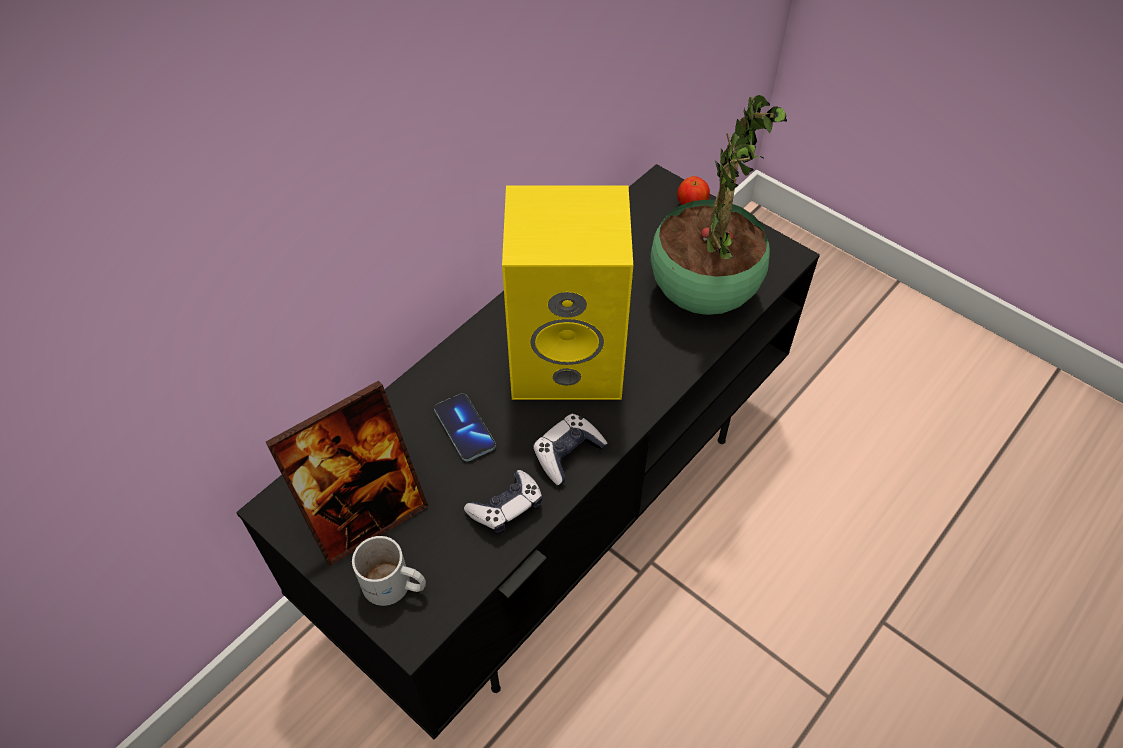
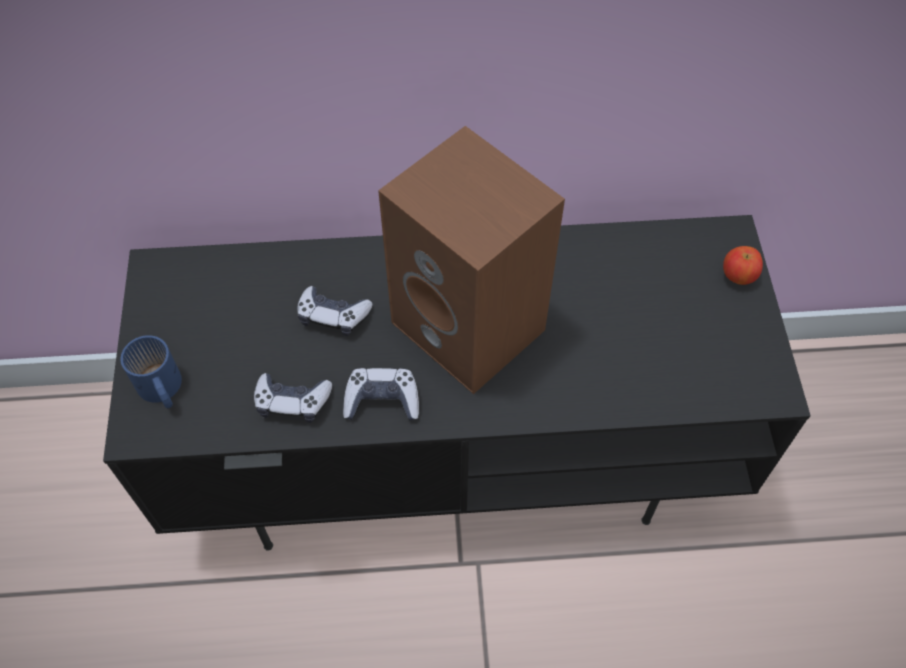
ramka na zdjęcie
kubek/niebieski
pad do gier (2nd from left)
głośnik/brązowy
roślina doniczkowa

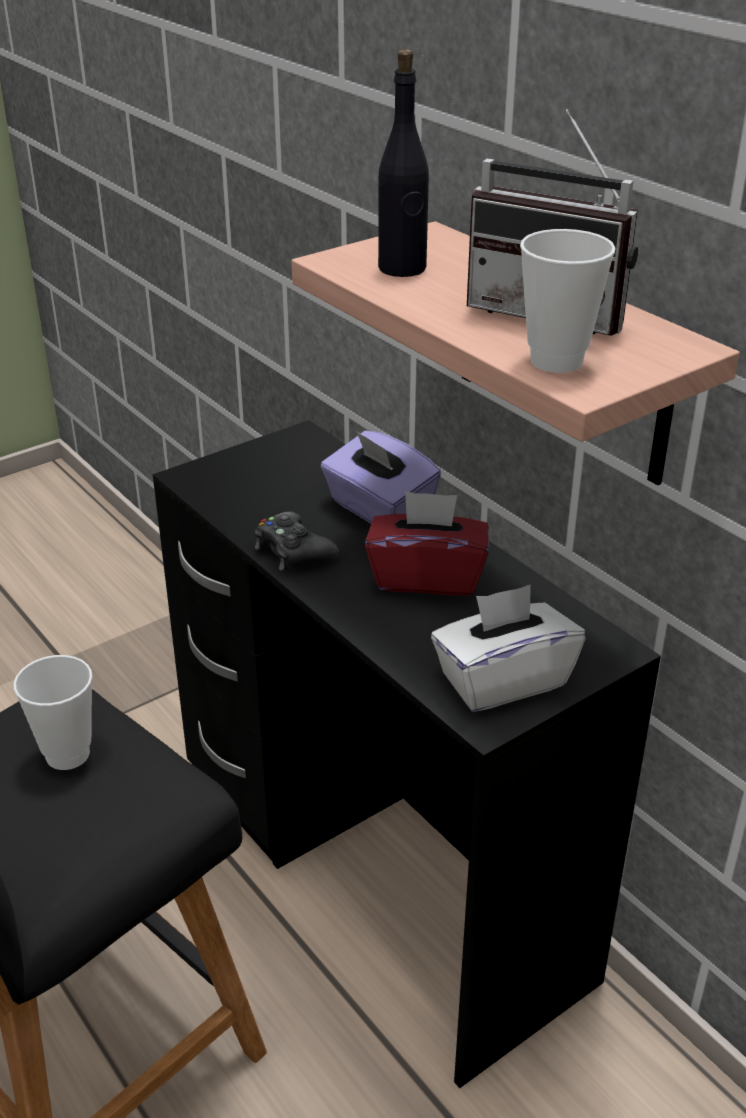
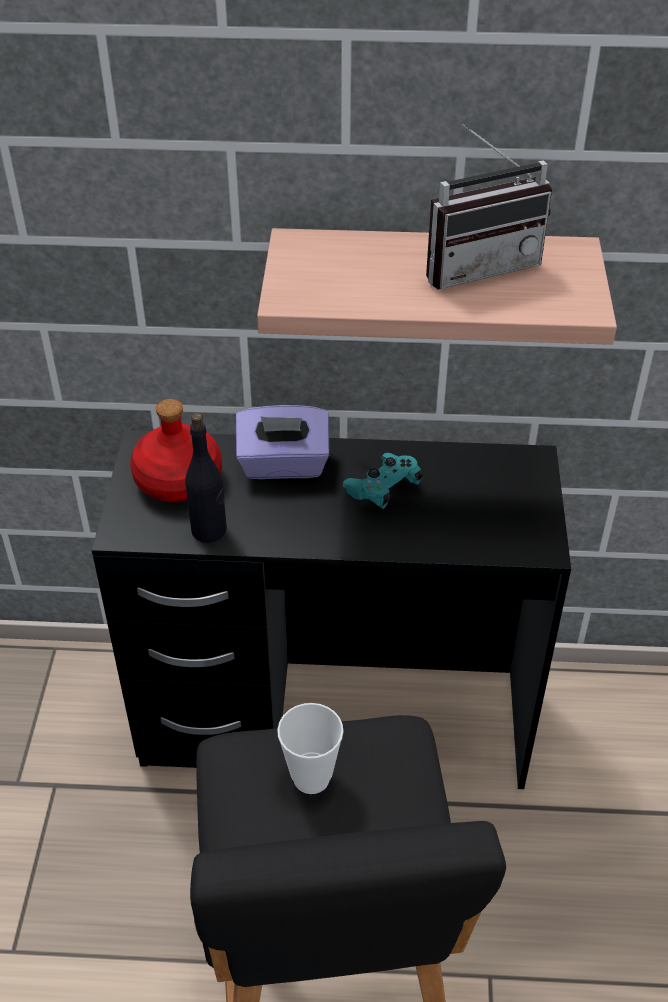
pad do gier/czarny
pad do gier/turkusowy
butelka/czarny
pudełko chusteczek/biały
filiżanka (2nd from left in the first image)
butelka/czerwony

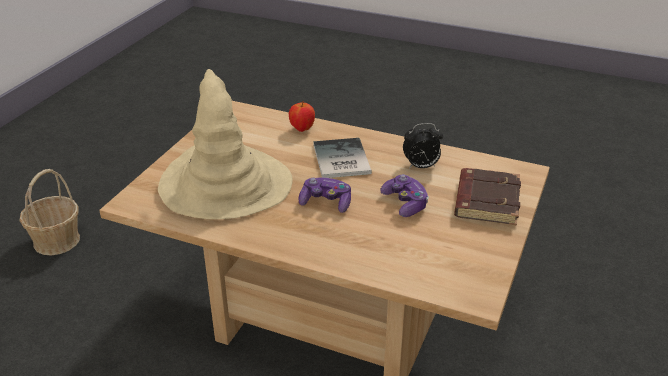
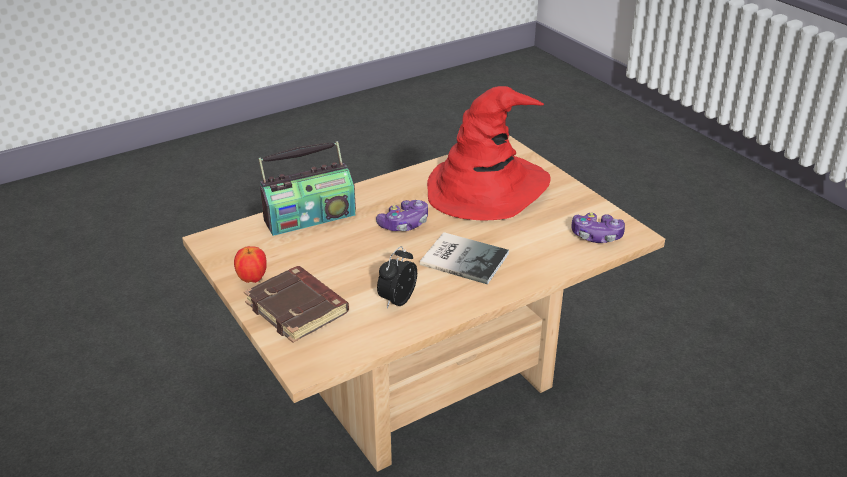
koszyk
kapelusz/czerwony
jabłko
pad do gier (2nd from left)
radio

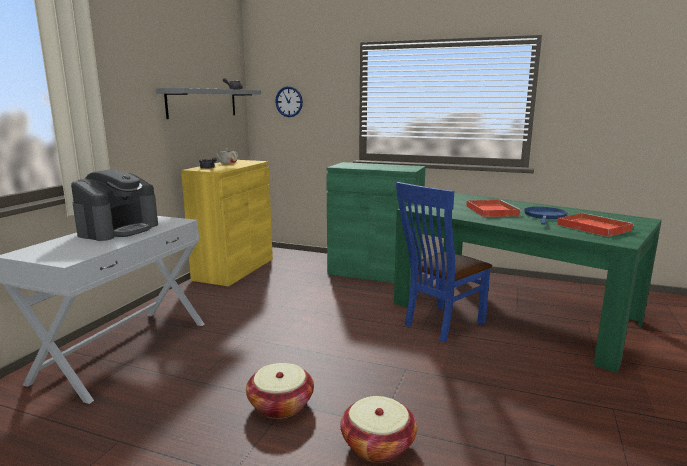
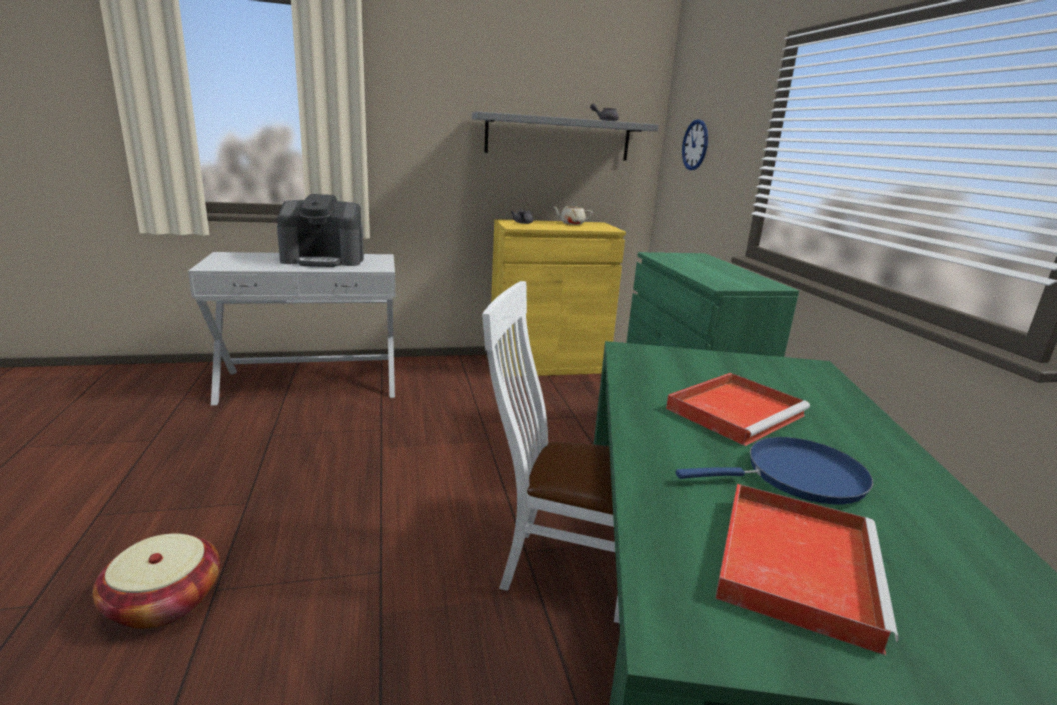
koszyk (1st from left in the first image)
krzesło/biały

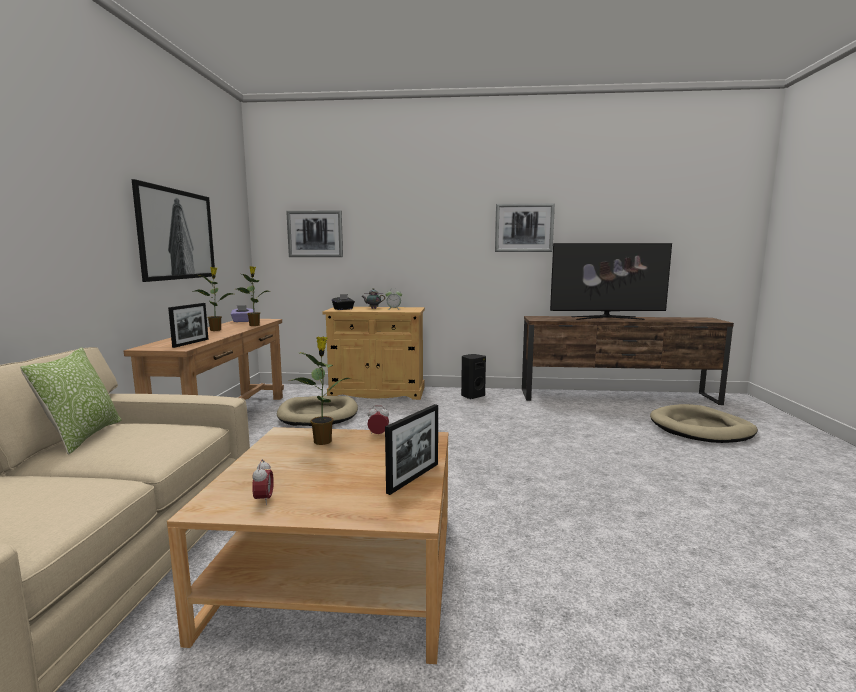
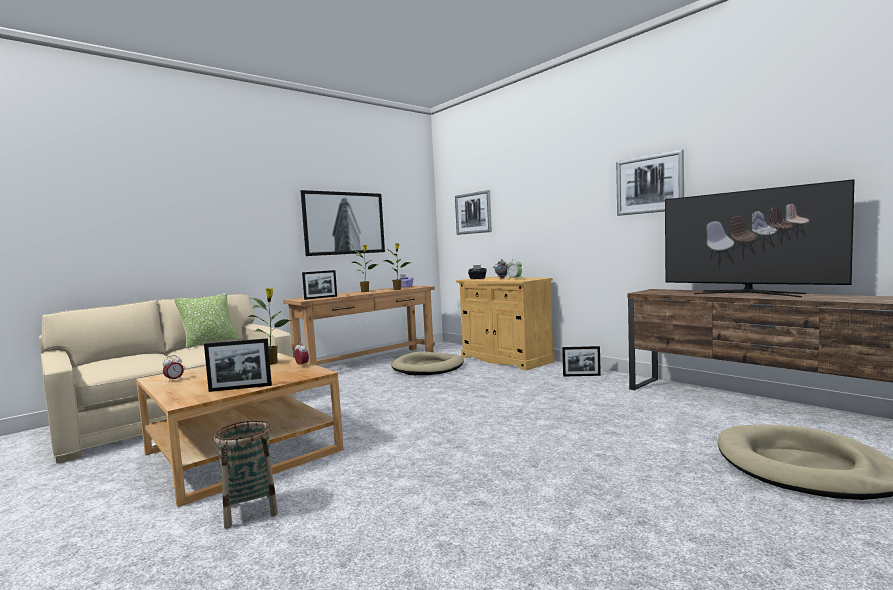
ramka na zdjęcie (3rd from left)
koszyk

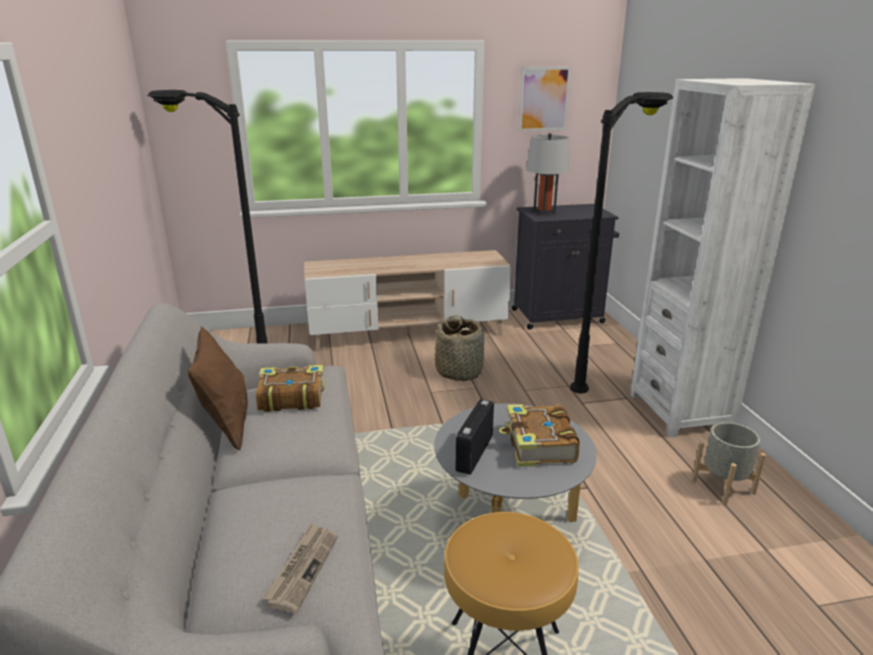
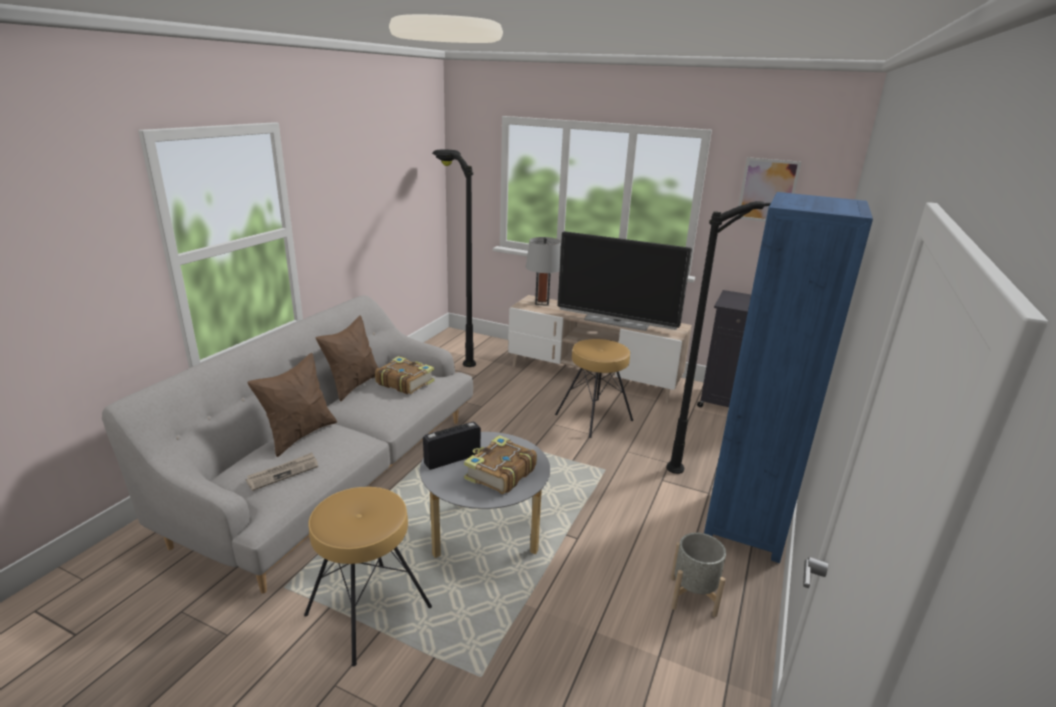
stołek/brązowy (2nd from left)
lampa stołowa/szary
regał/niebieski
poduszka/brązowy (1st from left)
telewizor

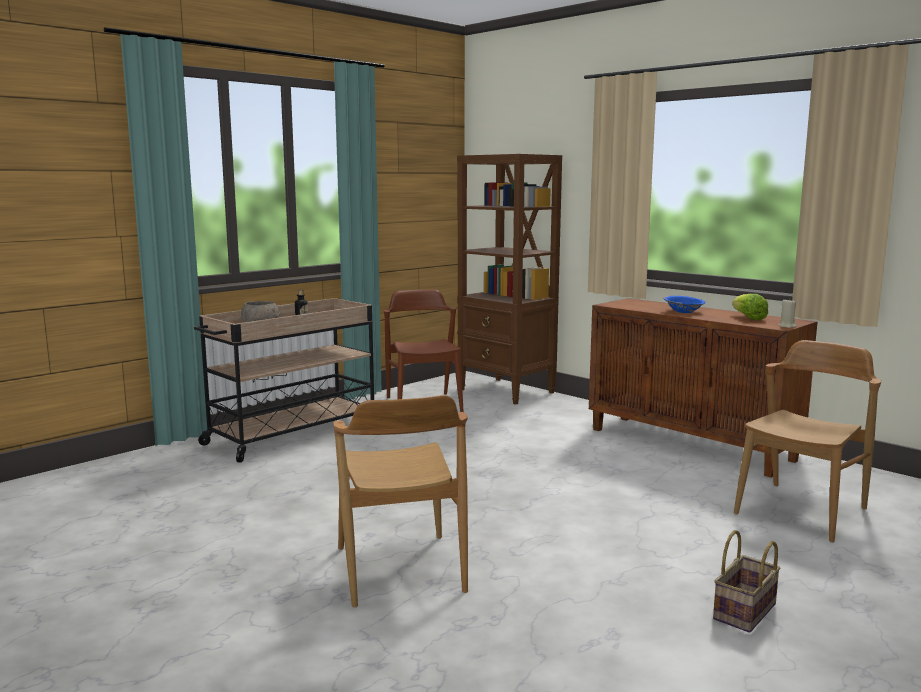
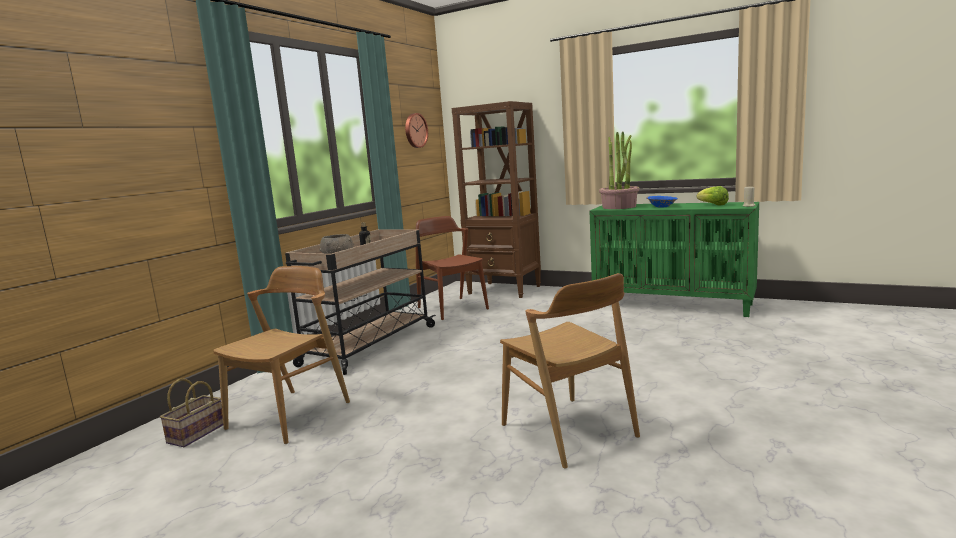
szafka/zielony
koszyk
krzesło/brązowy (1st from left)
zegar ścienny
roślina doniczkowa

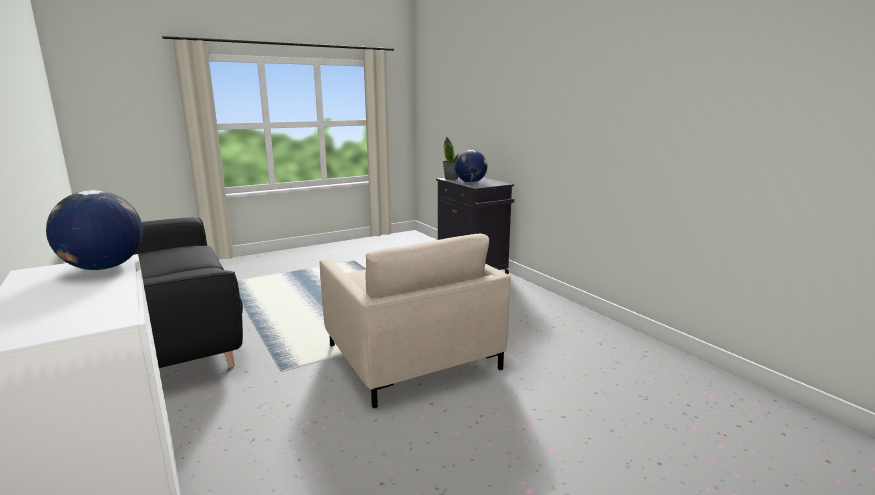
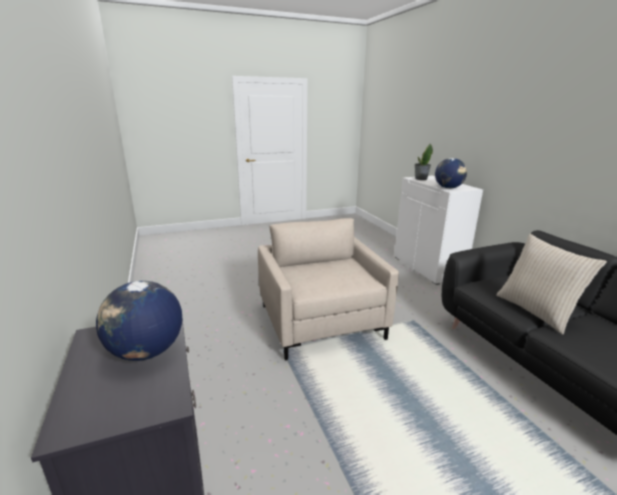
roślina doniczkowa
poduszka/beżowy

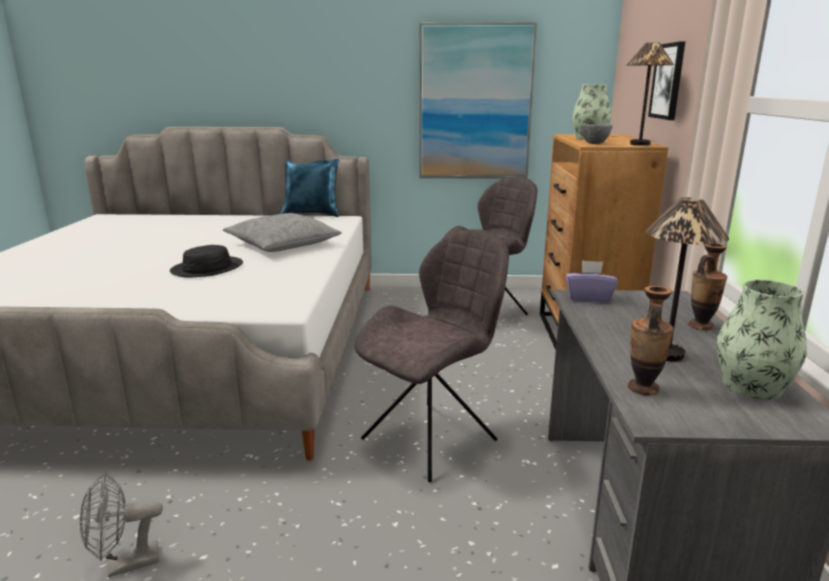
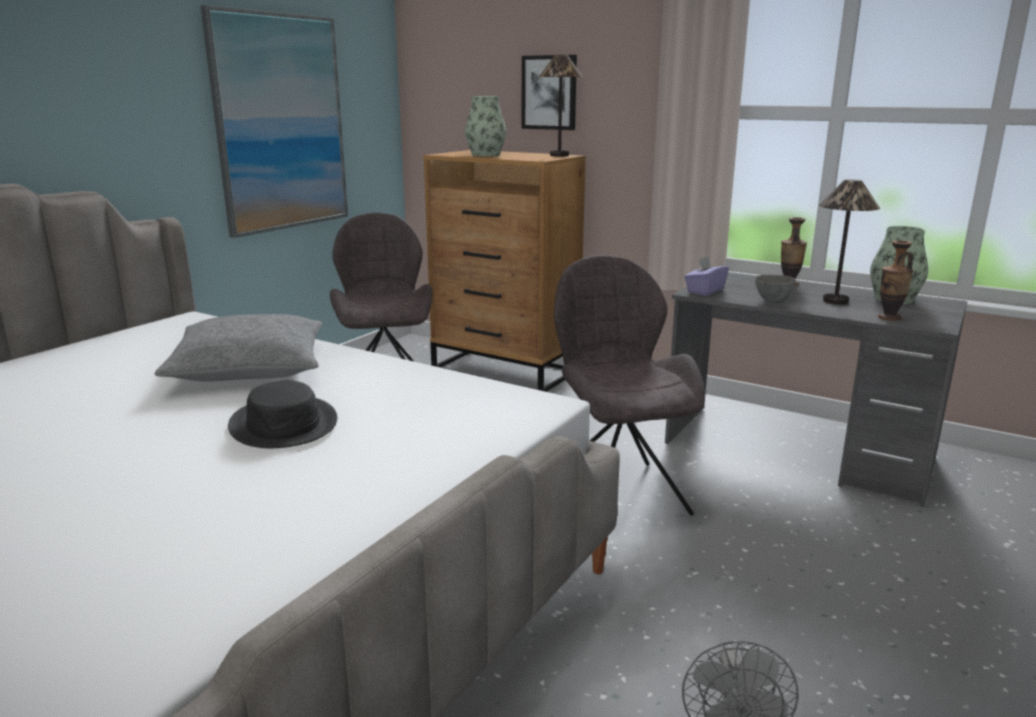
poduszka/niebieski
miska/szary

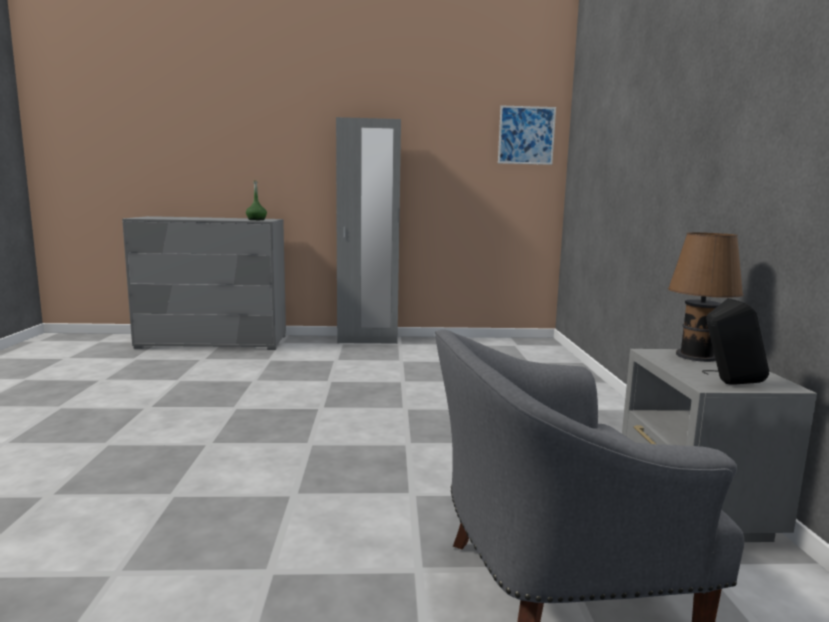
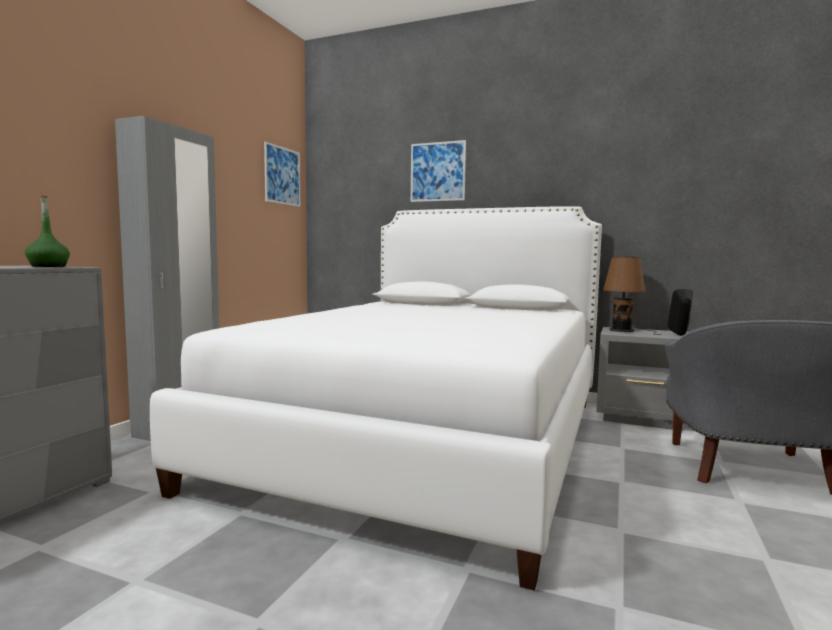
łóżko/biały
obraz (2nd from left)

